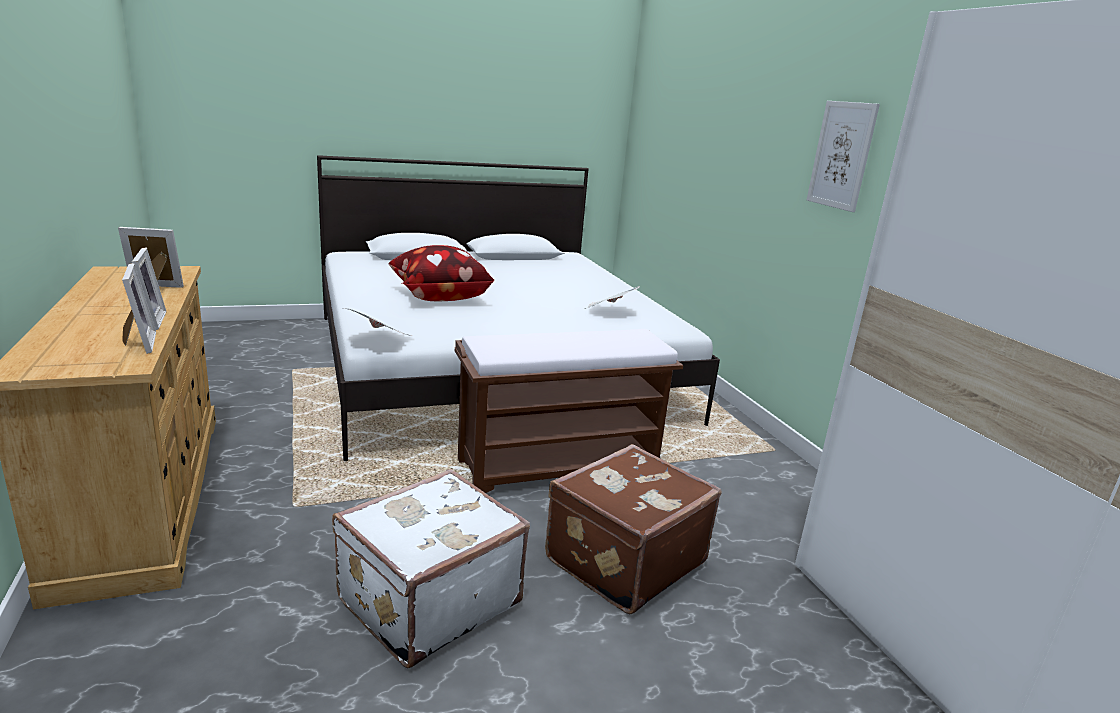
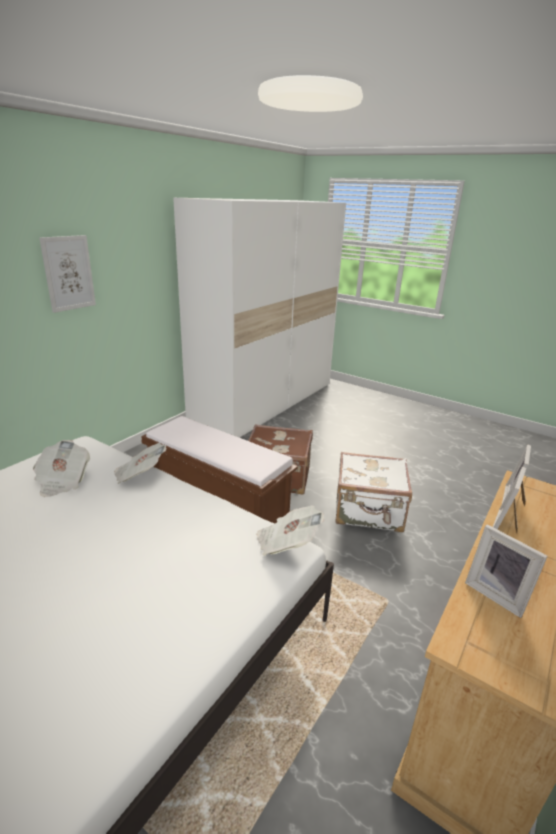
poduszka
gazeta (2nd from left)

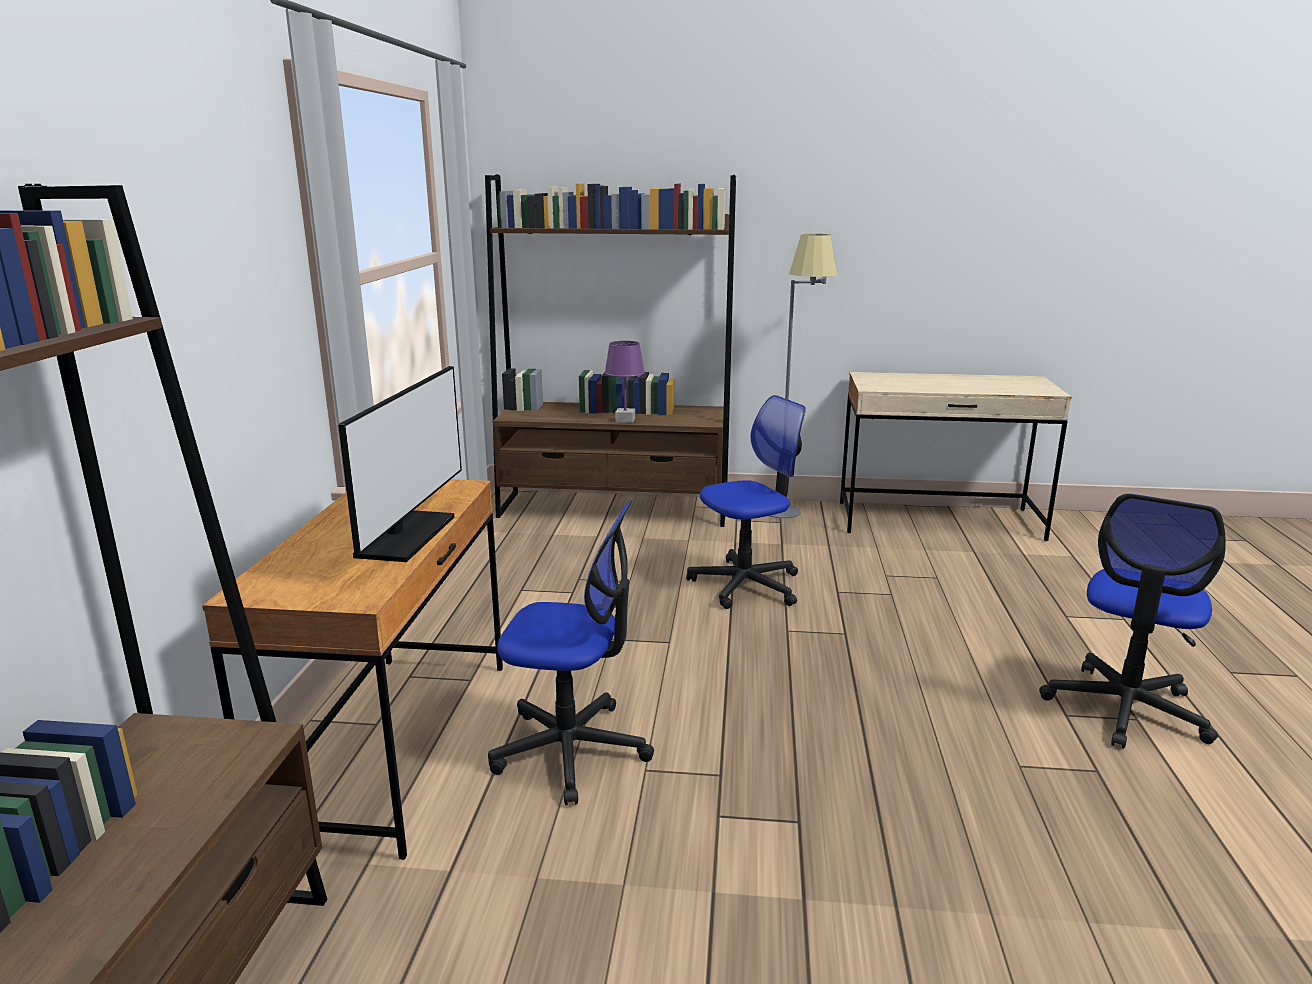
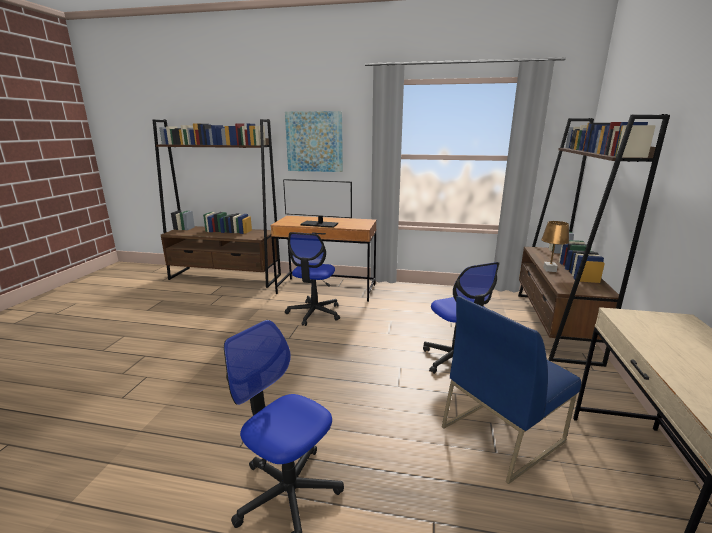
lampa stołowa/brązowy
lampa stojąca/szary
obraz
krzesło/niebieski

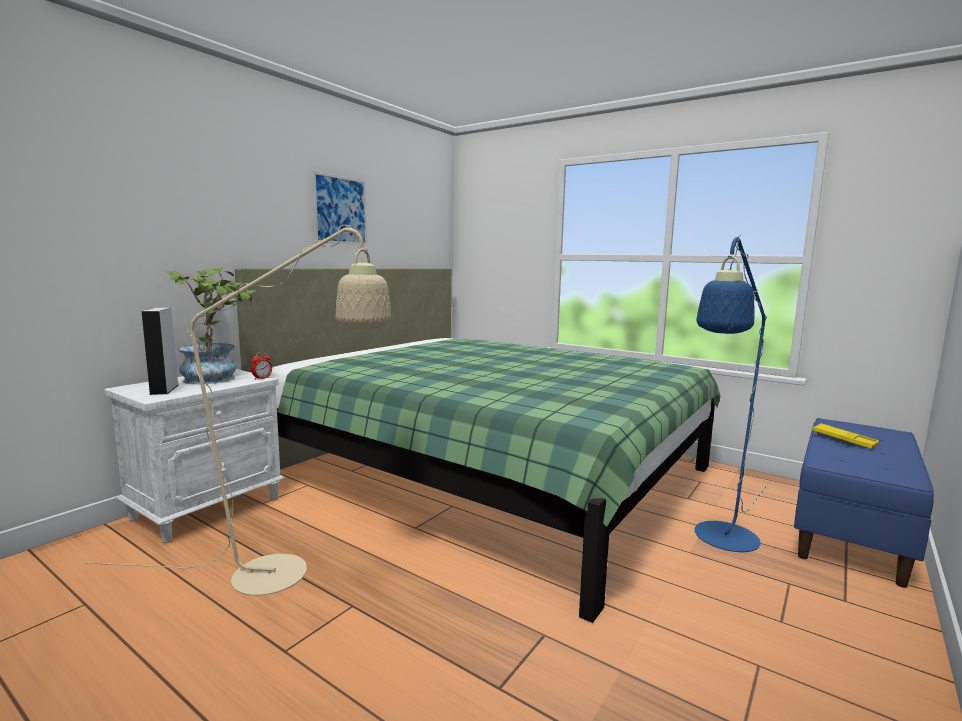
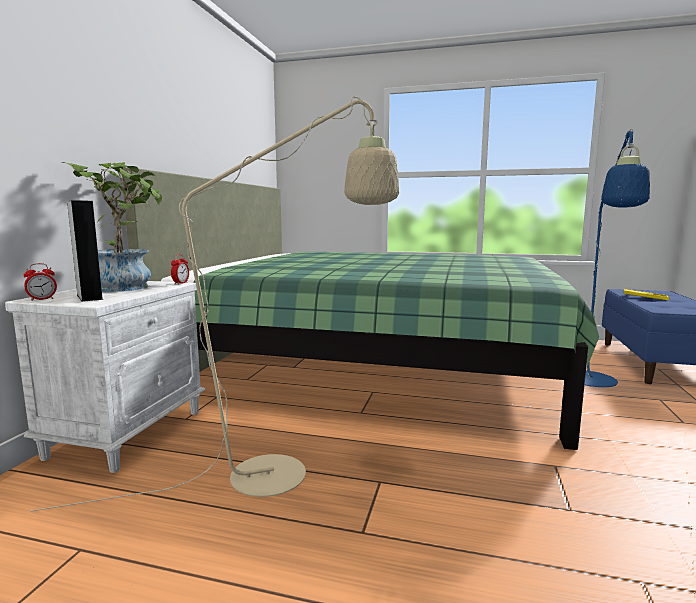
obraz
budzik (1st from left)

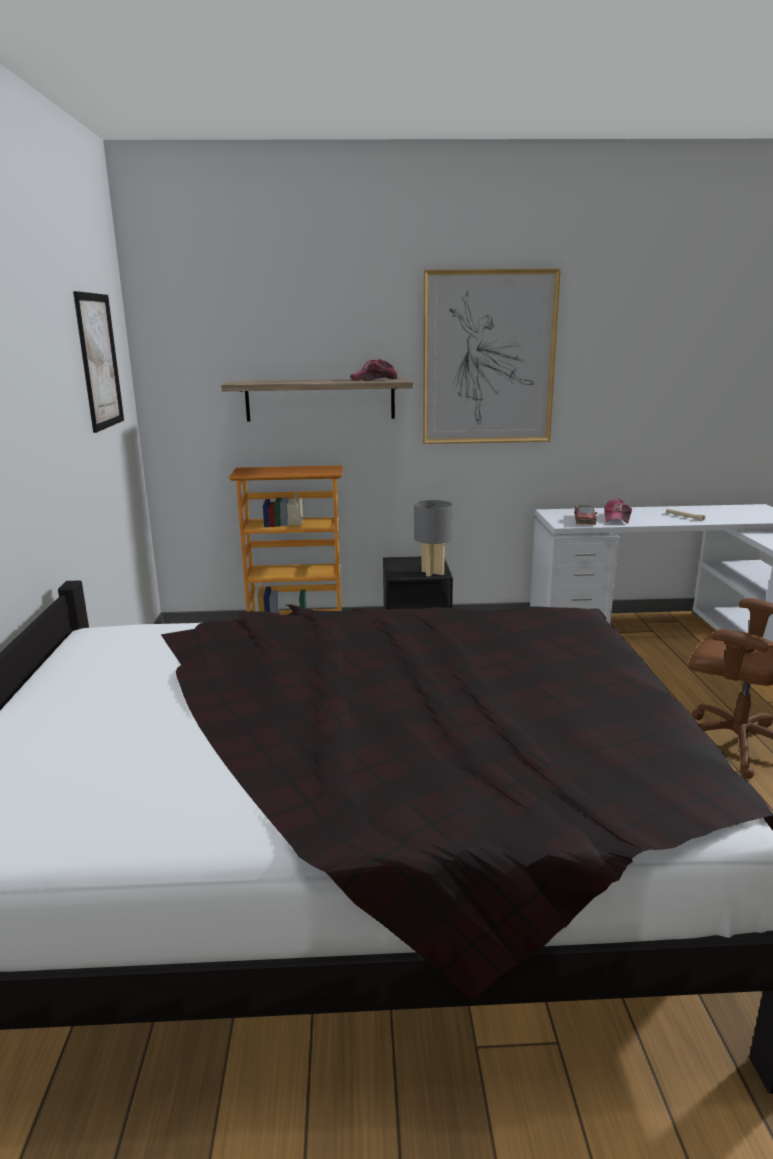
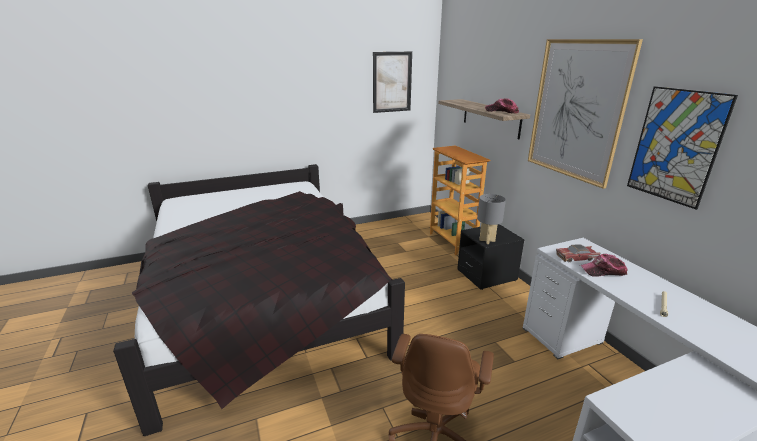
obraz (3rd from left)

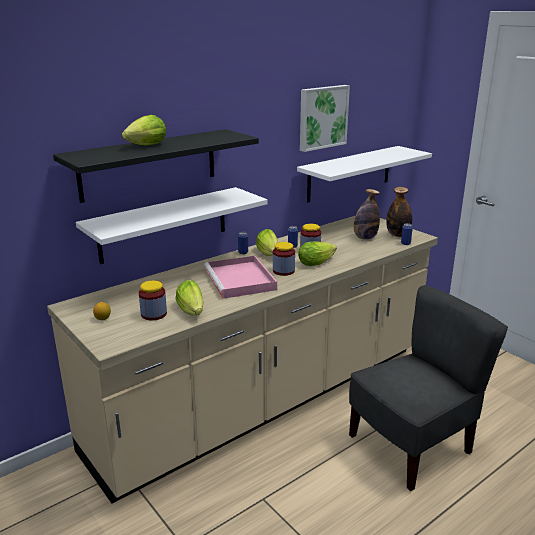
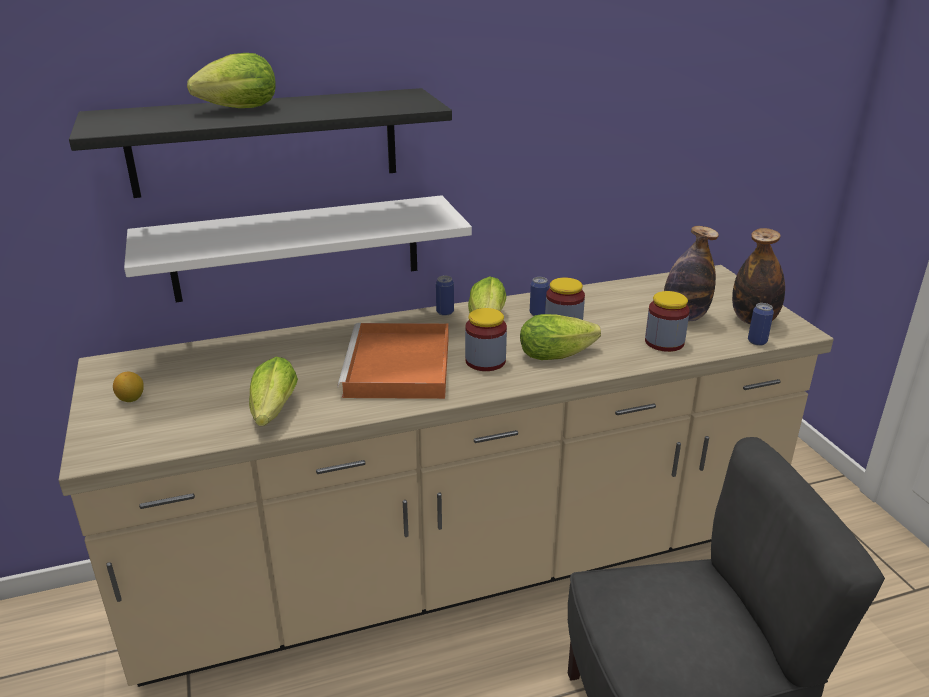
słoik (3rd from left)
taca/pomarańczowy
półka/biały (2nd from left in the first image)
obraz

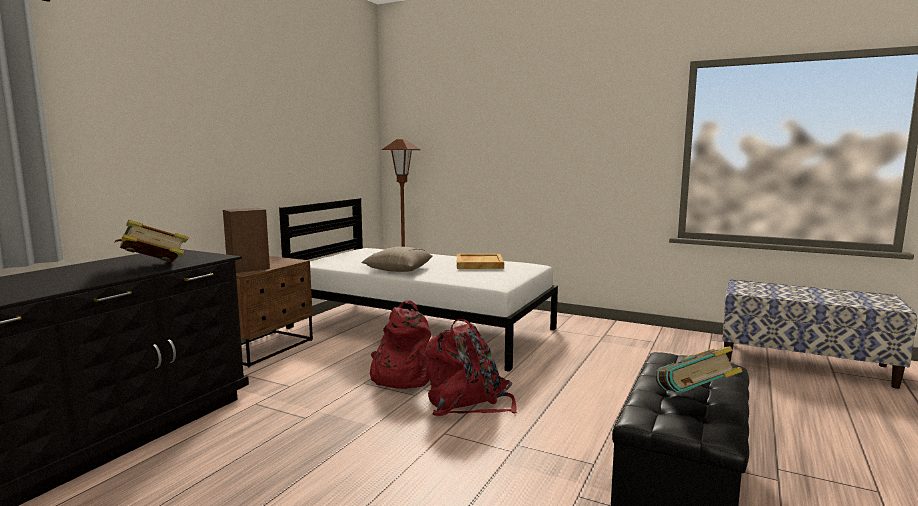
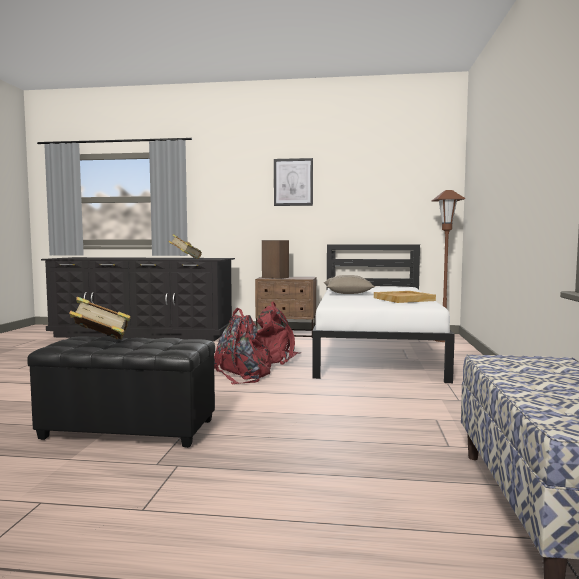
obraz

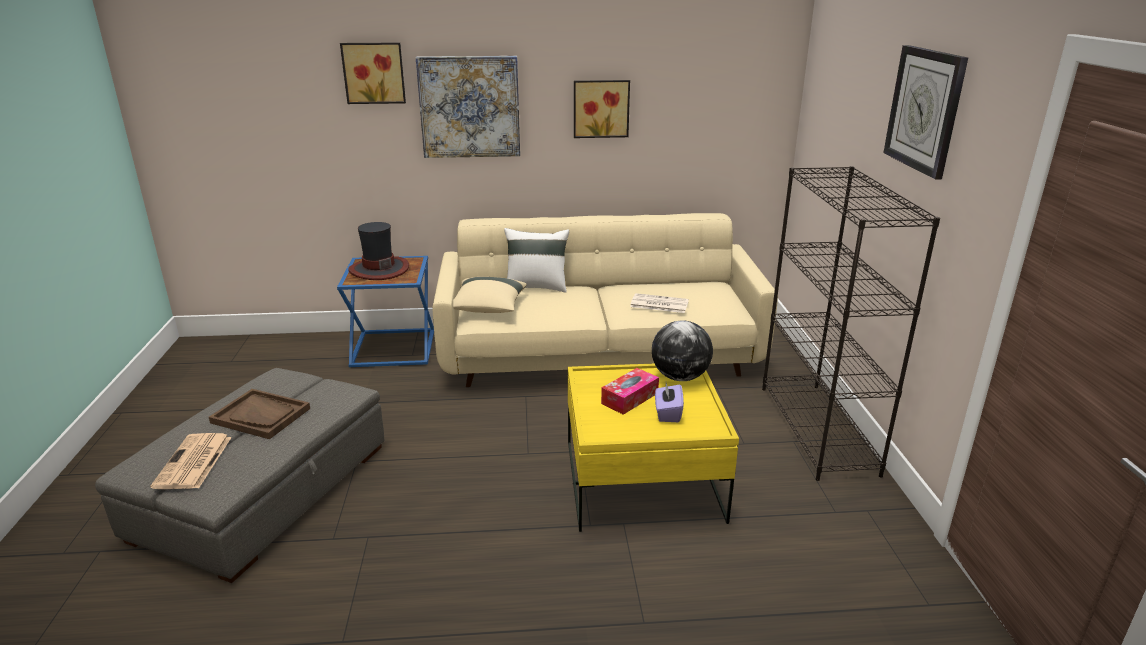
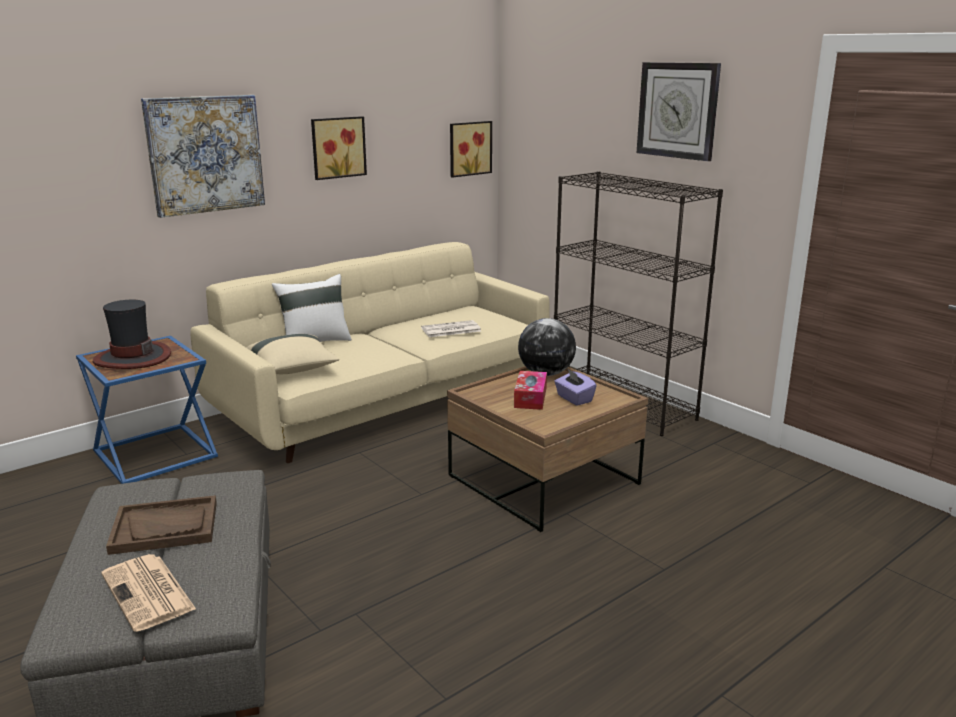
obraz (3rd from left)
ława/brązowy

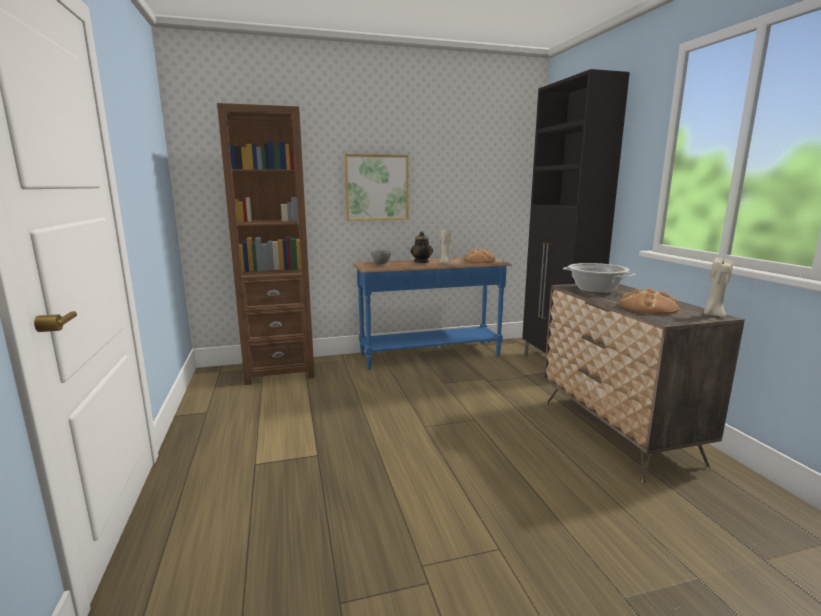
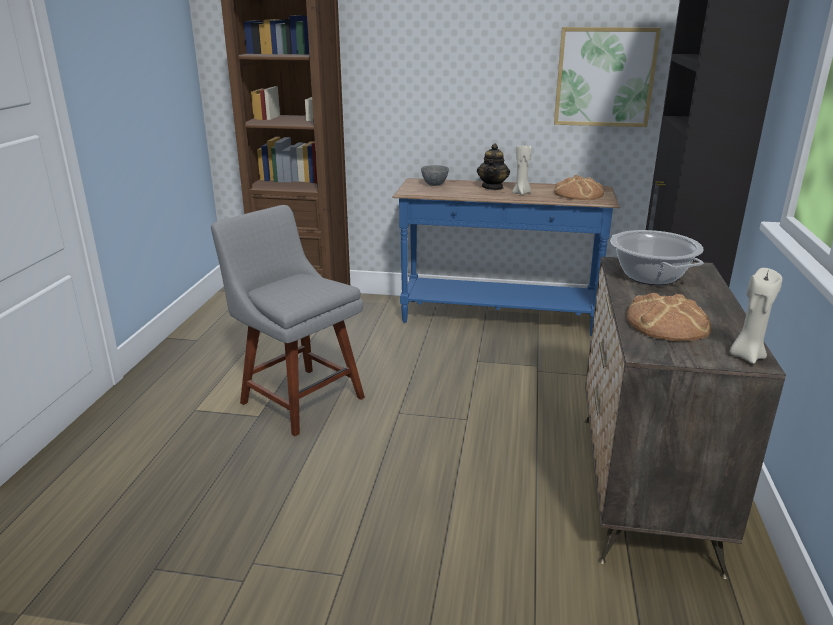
obraz
krzesło/szary

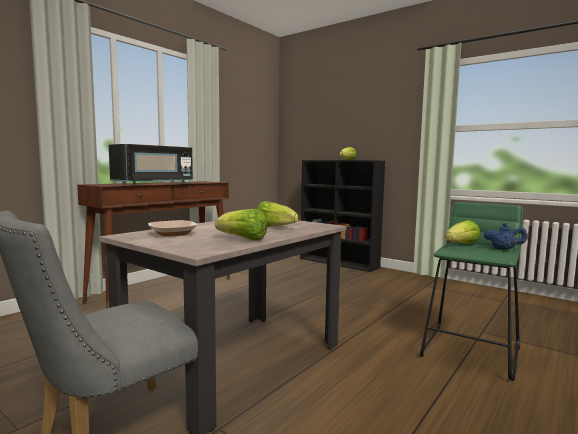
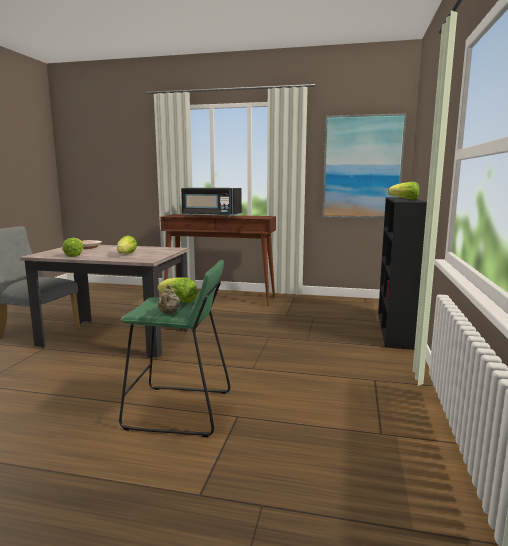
imbryk/beżowy
obraz

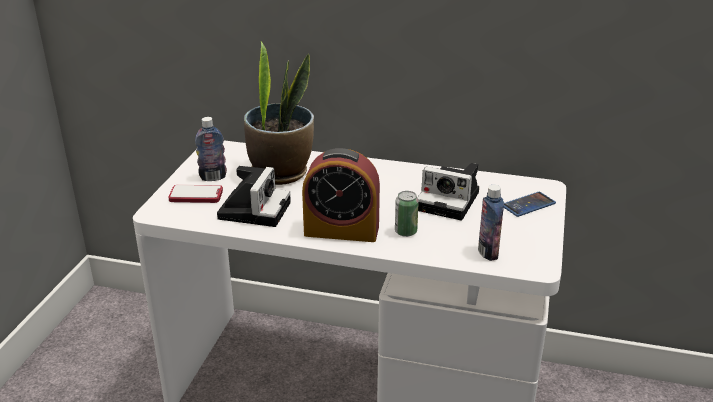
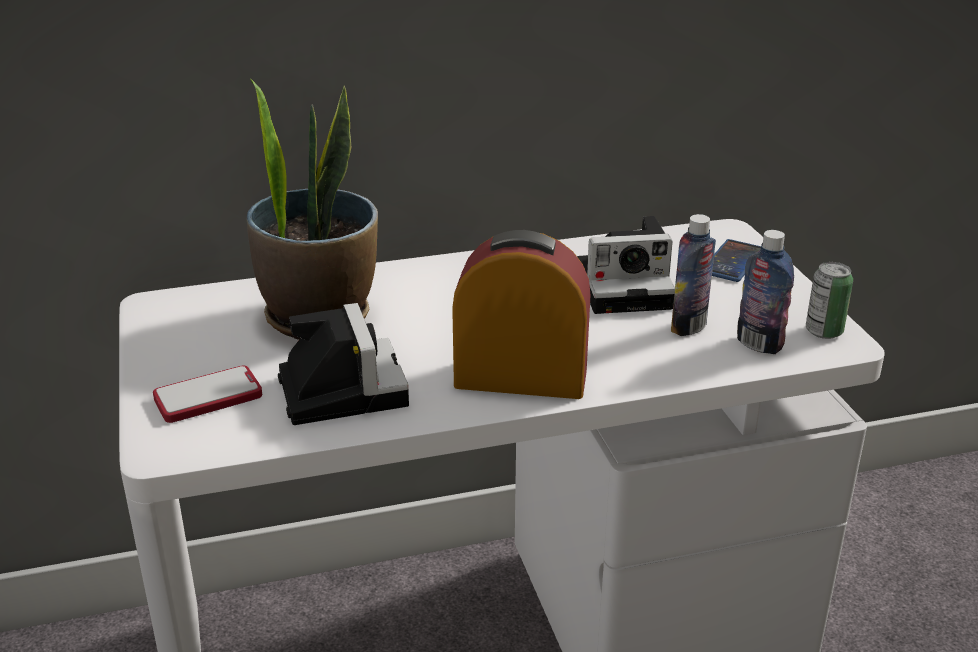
butelka (1st from left)
budzik
puszka

